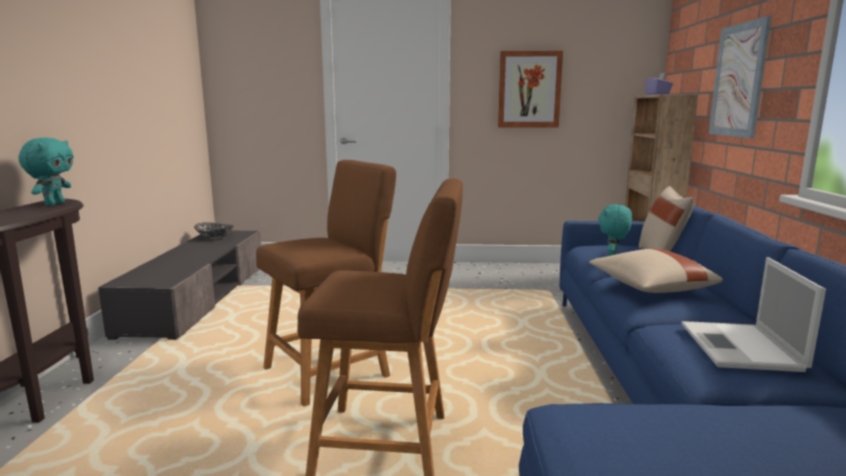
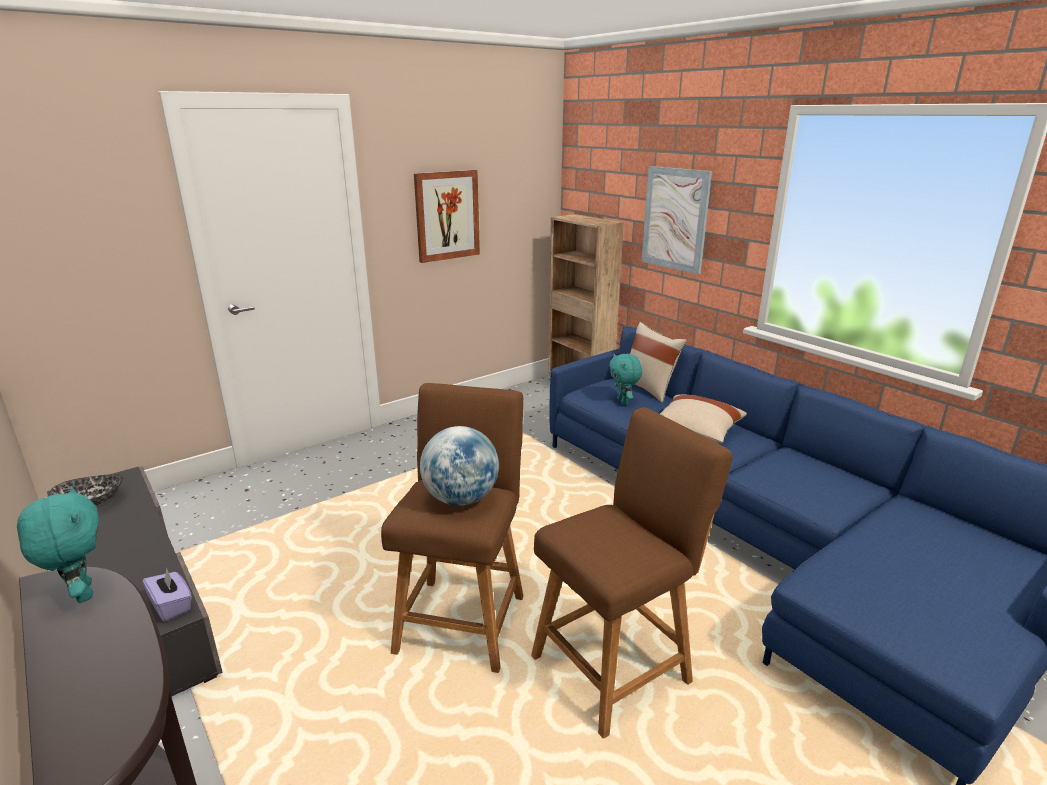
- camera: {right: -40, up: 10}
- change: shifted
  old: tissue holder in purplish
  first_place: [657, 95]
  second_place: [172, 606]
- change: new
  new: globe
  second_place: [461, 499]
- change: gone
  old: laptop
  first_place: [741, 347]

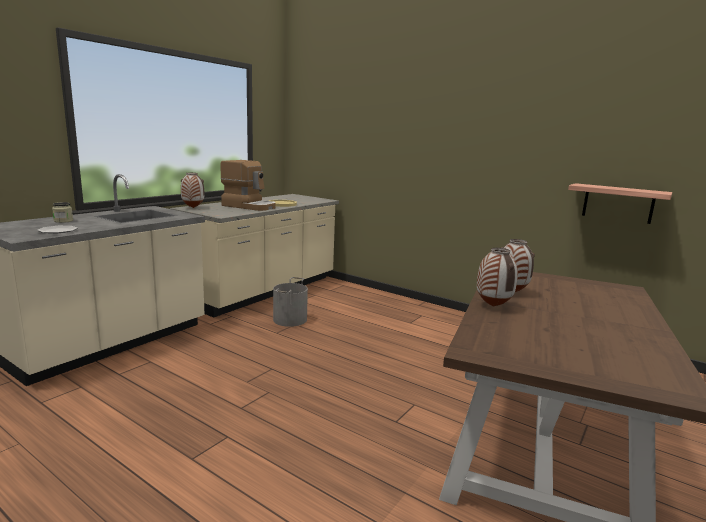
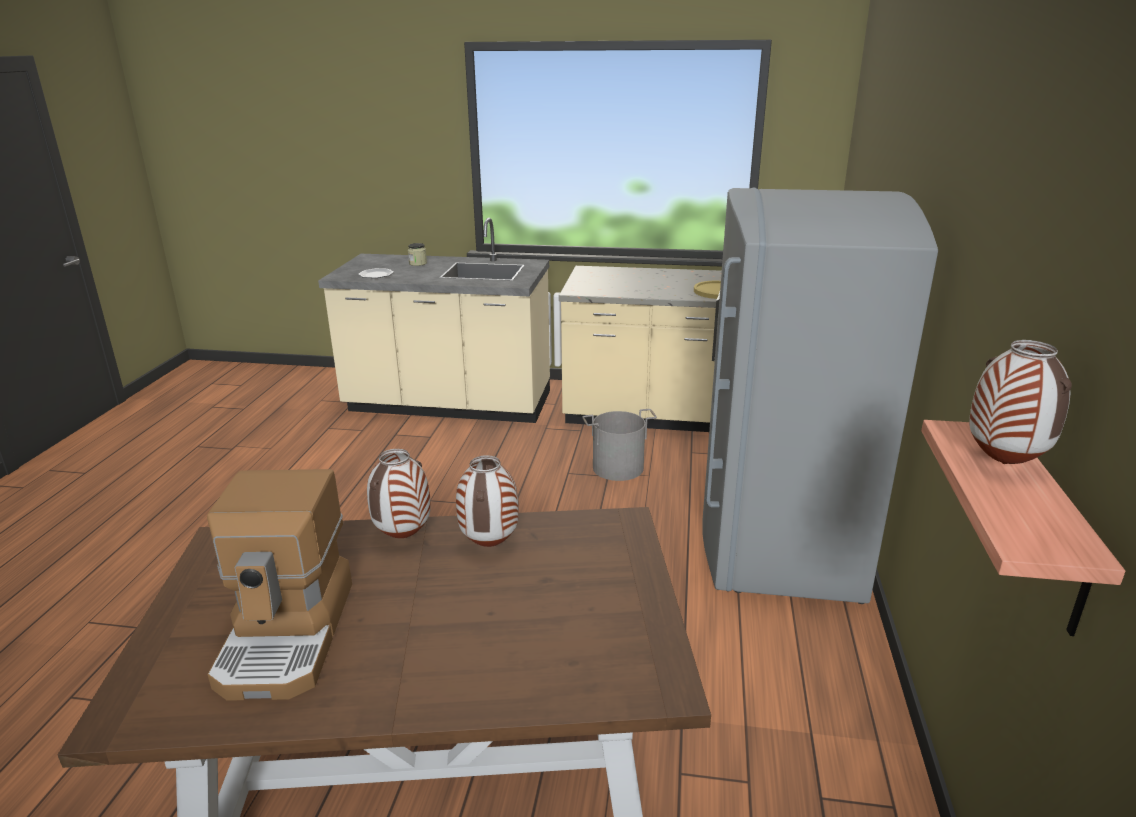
- camera: {right: 65, up: 10}
- change: shifted
  old: coffee maker
  first_place: [249, 206]
  second_place: [289, 635]
- change: new
  new: kitchen fridge in greyish
  second_place: [776, 538]
- change: shifted
  old: vase
  first_place: [193, 208]
  second_place: [1002, 463]

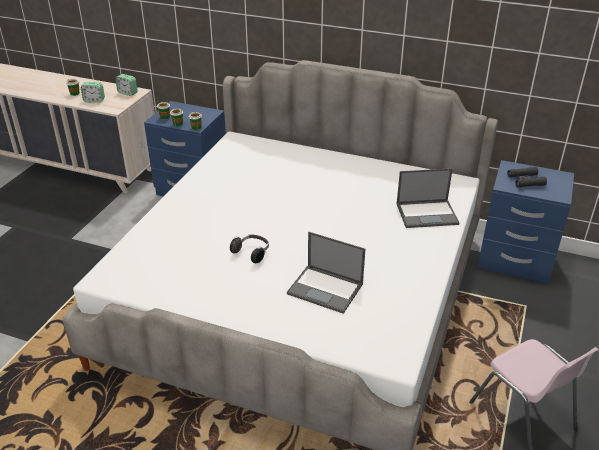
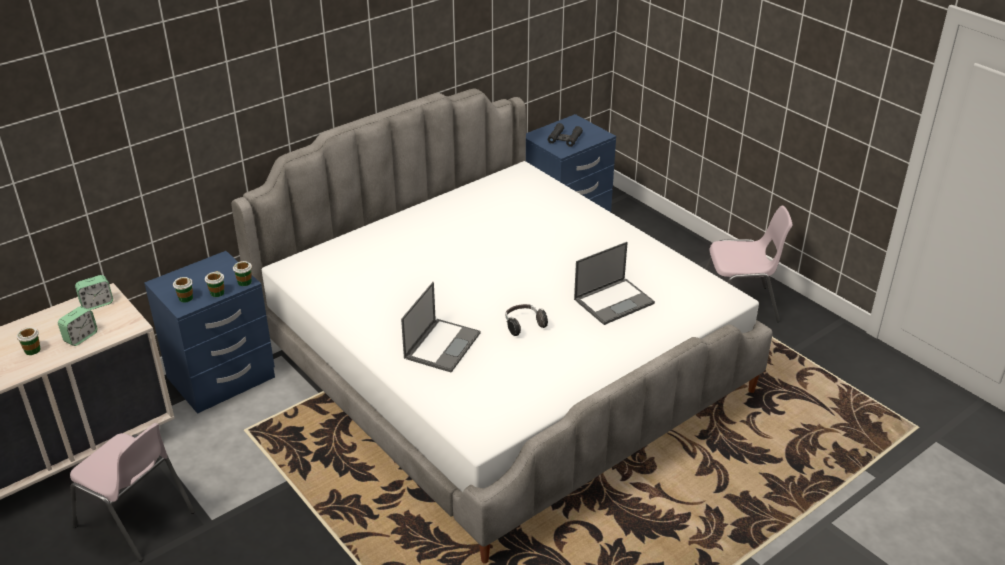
- camera: {right: -60, up: 0}
- change: new
  new: chair in pink
  second_place: [136, 520]
- change: shifted
  old: laptop
  first_place: [427, 214]
  second_place: [442, 345]

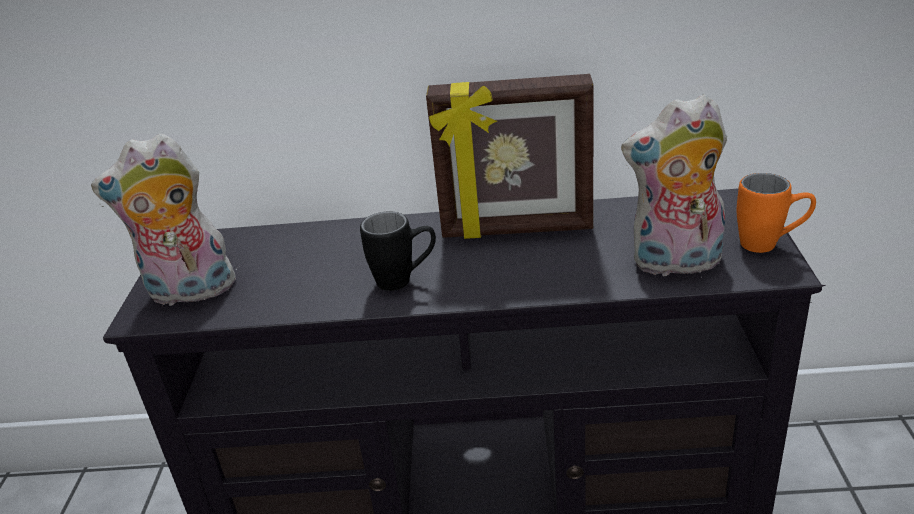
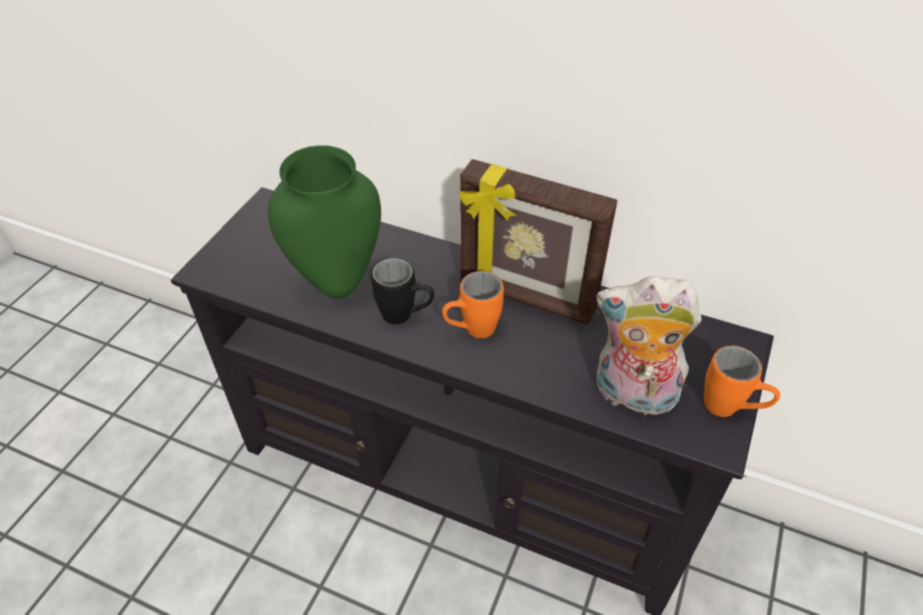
- camera: {right: 20, up: 15}
- change: new
  new: vase in green
  second_place: [337, 283]
- change: new
  new: coffee mug in orange-coloured
  second_place: [471, 331]
- change: gone
  old: soft toy
  first_place: [189, 293]

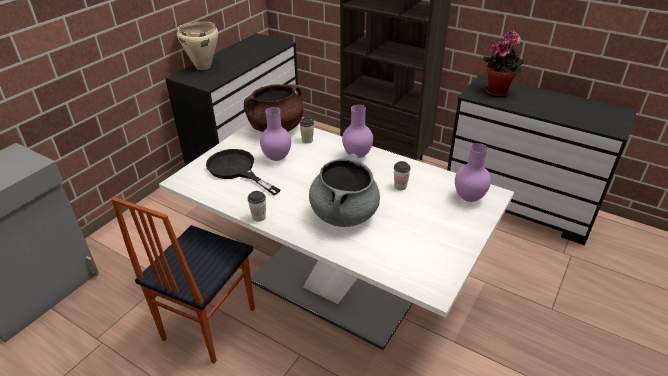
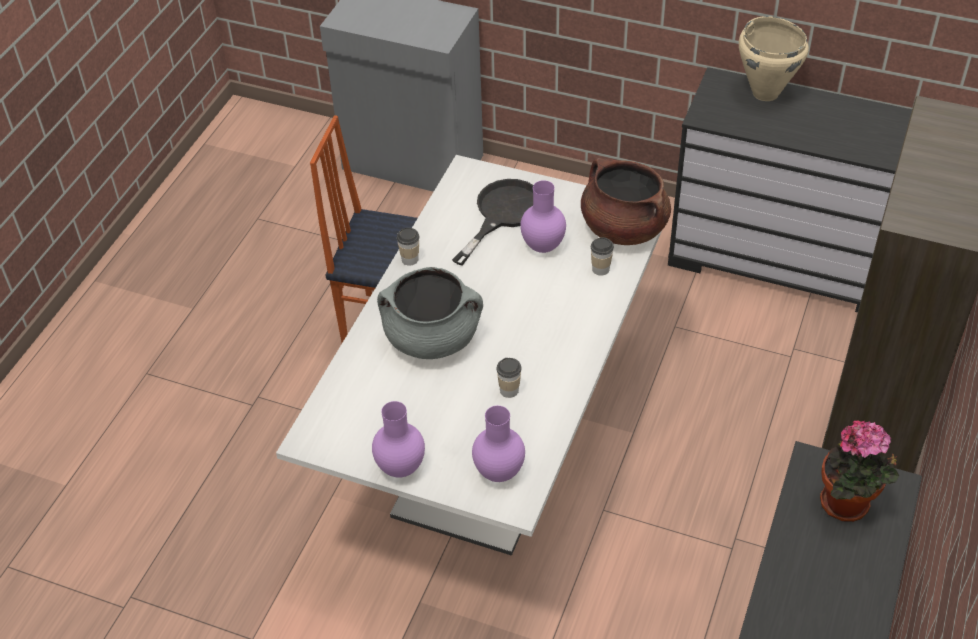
- camera: {right: 80, up: 10}
- change: shifted
  old: vase in purplish
  first_place: [357, 155]
  second_place: [402, 467]

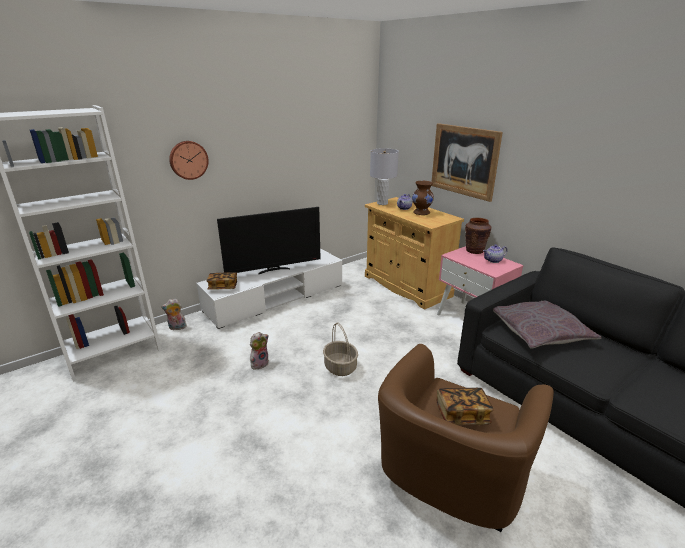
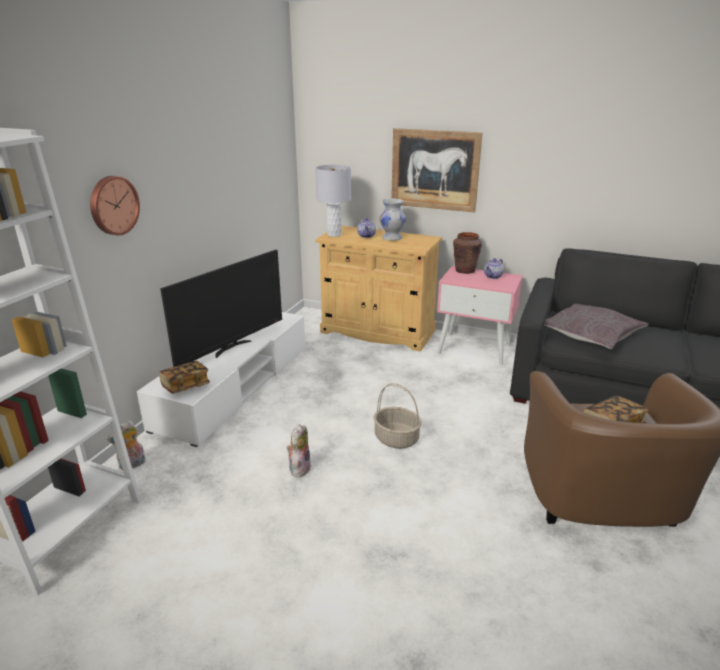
- camera: {right: -30, up: 0}
- change: repainted
  old: vase in brownish
  new: vase in whitish
  first_place: [421, 213]
  second_place: [392, 238]

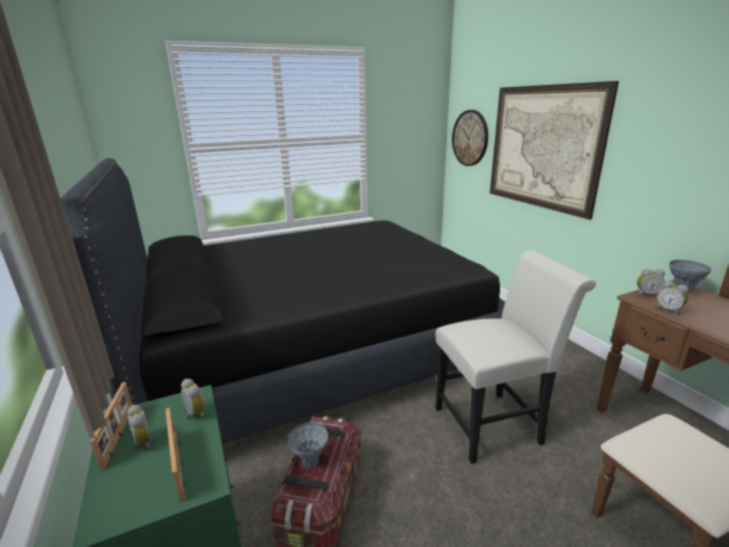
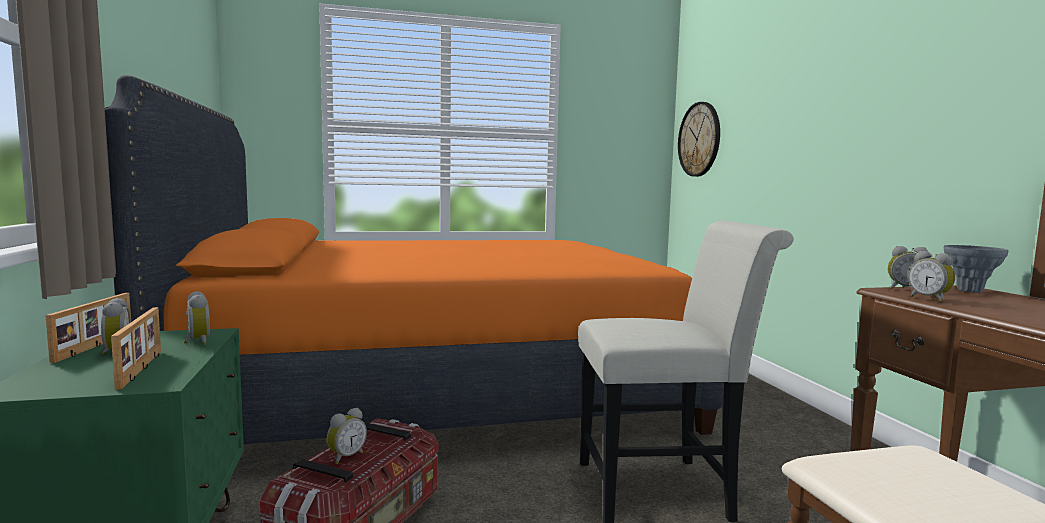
- camera: {right: 10, up: -15}
- change: repainted
  old: bed in black
  new: bed in orange-coloured
  first_place: [313, 350]
  second_place: [435, 389]
- change: swapped
  old: vase in greyish
  new: bedside clock
  first_place: [310, 462]
  second_place: [345, 457]
- change: gone
  old: picture
  first_place: [543, 147]

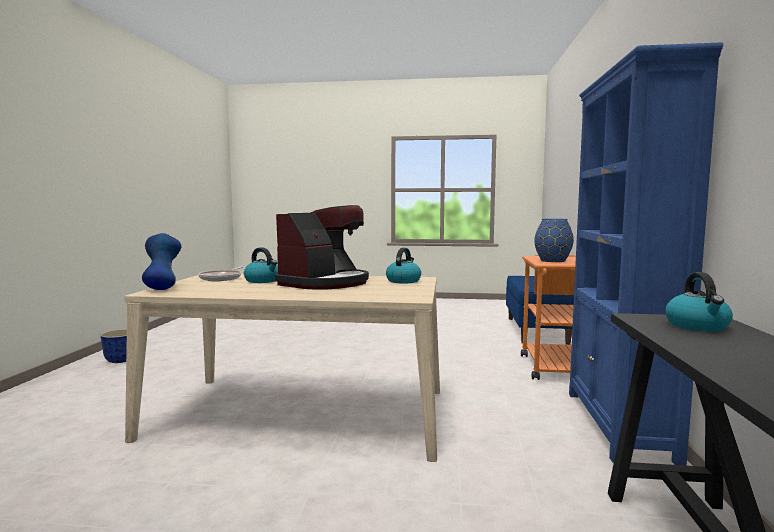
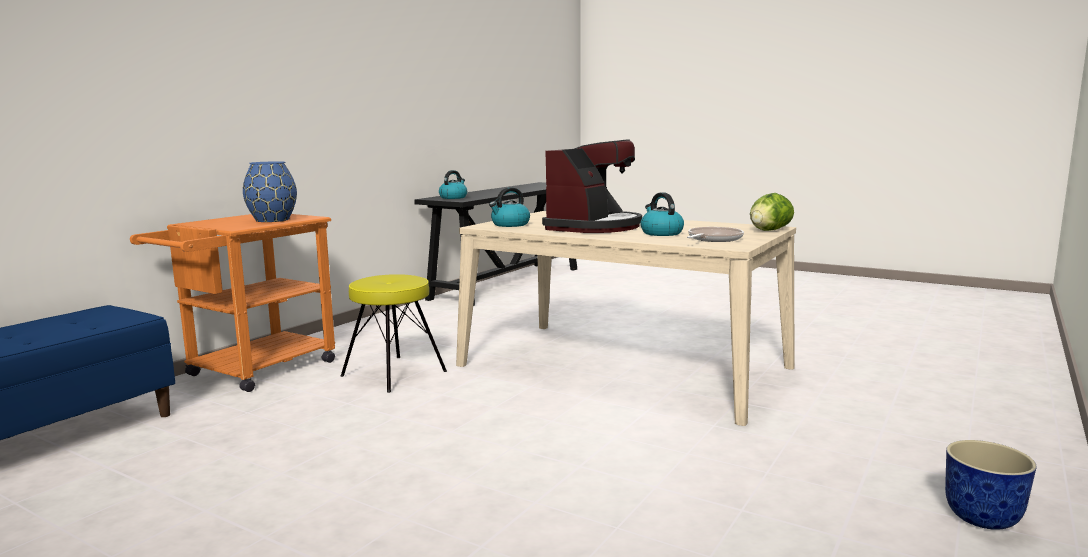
- camera: {right: -155, up: 5}
- change: new
  new: sitting stool in yellow
  second_place: [394, 373]
- change: rotated
  old: coffee maker
  first_place: [325, 283]
  second_place: [594, 227]
  degrees: 150
- change: swapped
  old: vase in blue
  new: lettuce head
  first_place: [162, 289]
  second_place: [769, 230]
- change: gone
  old: bookshelf in blue
  first_place: [618, 425]

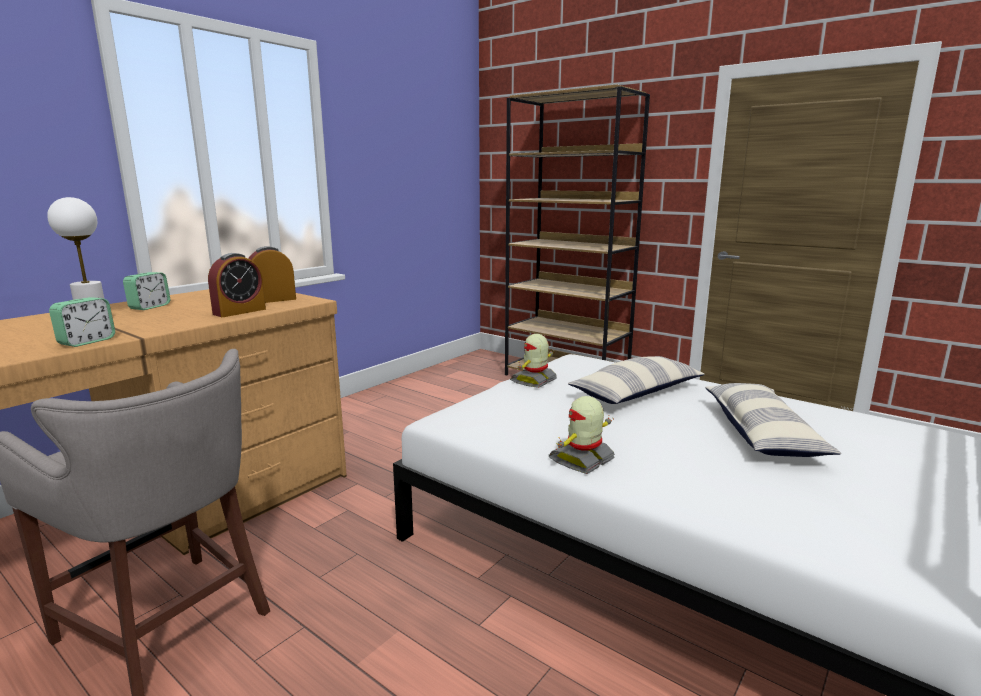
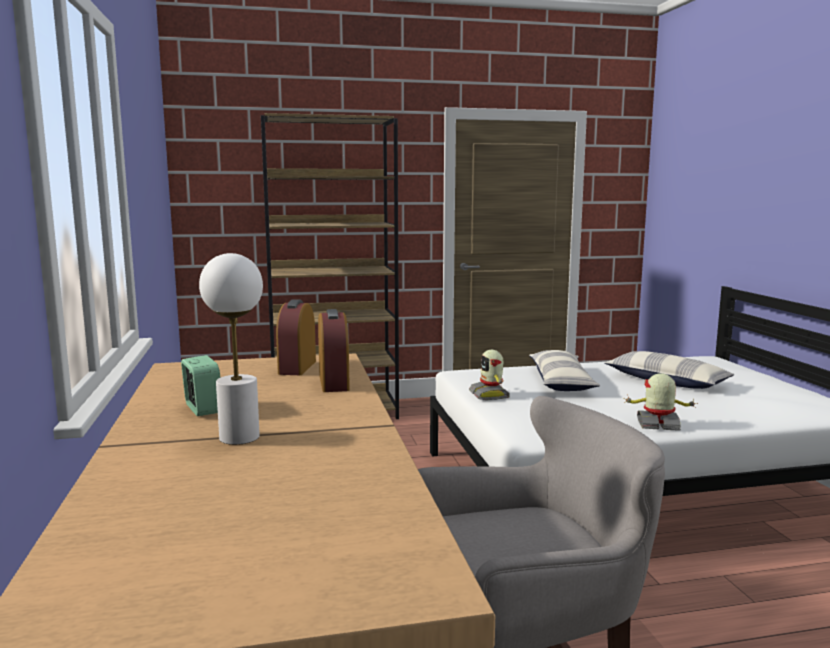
- camera: {right: -50, up: -5}
- change: rotated
  old: robot figure
  first_place: [582, 460]
  second_place: [658, 425]
  degrees: 105
- change: gone
  old: bedside clock
  first_place: [87, 342]

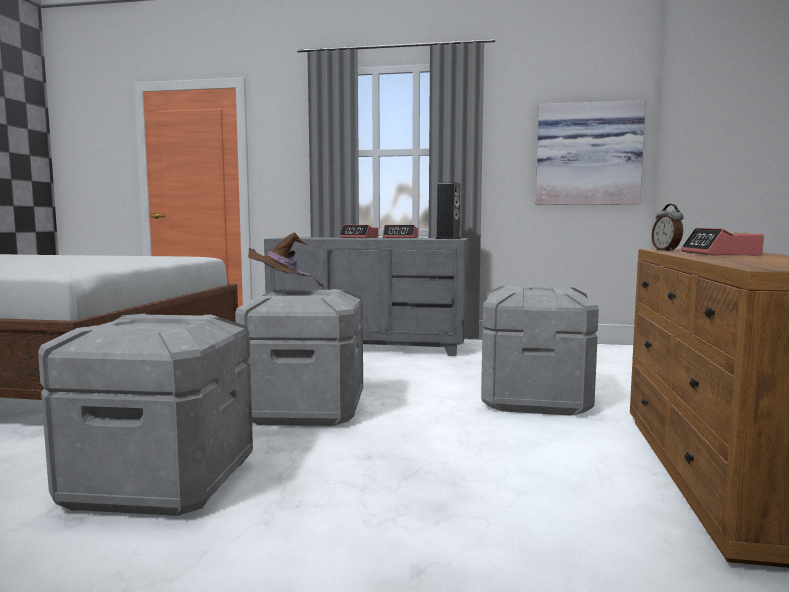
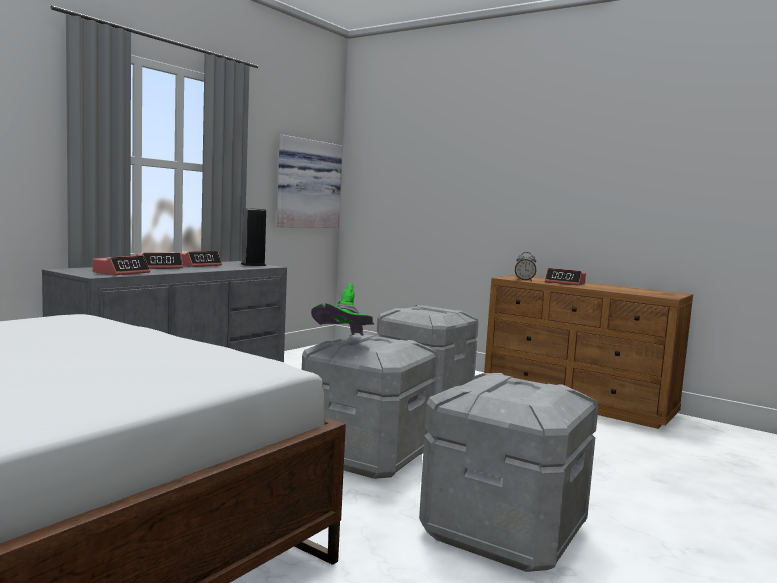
- camera: {right: -65, up: 0}
- change: new
  new: bedside clock
  second_place: [121, 273]
- change: repainted
  old: wearable hat in brownish
  new: wearable hat in green
  first_place: [282, 290]
  second_place: [344, 342]

